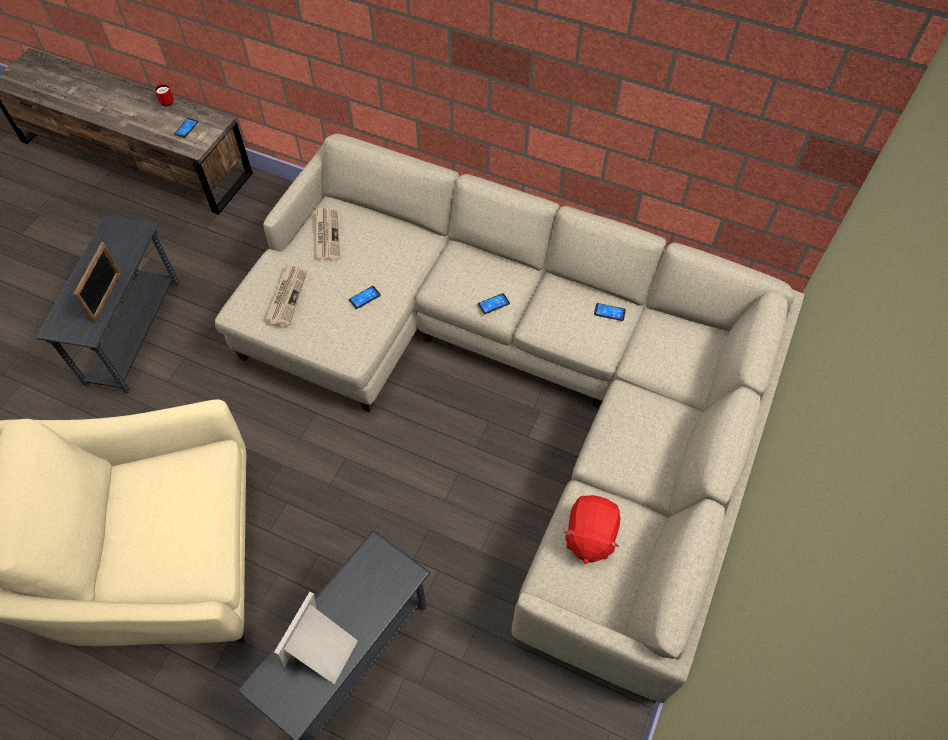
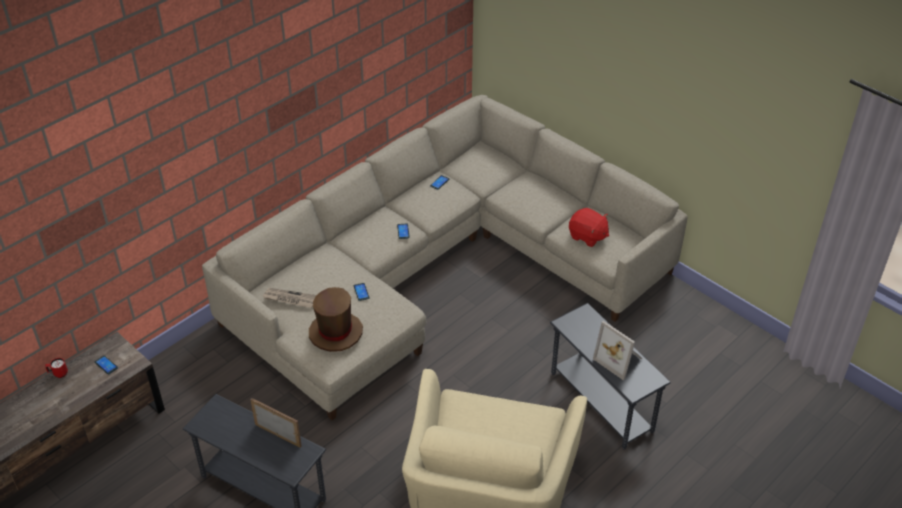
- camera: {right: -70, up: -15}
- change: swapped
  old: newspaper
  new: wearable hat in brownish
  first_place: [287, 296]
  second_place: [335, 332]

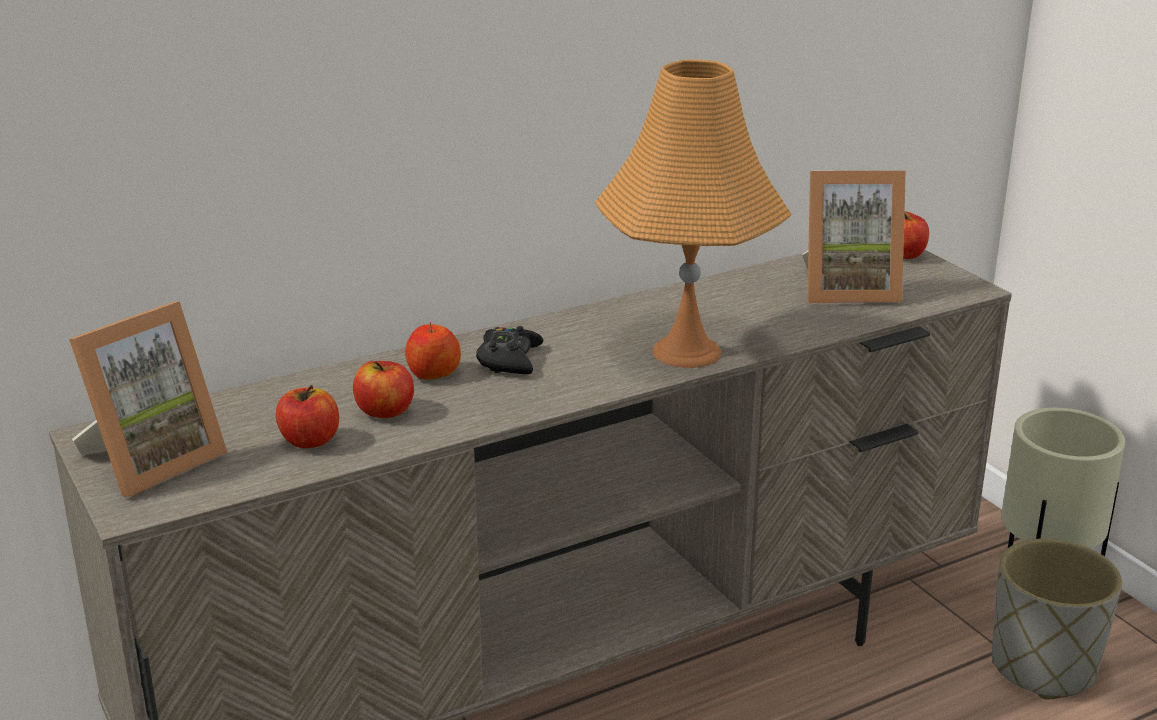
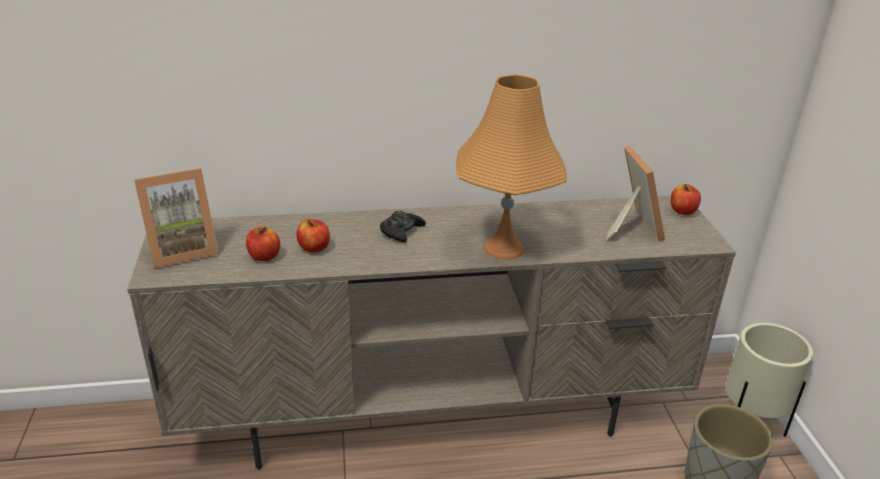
- camera: {right: 20, up: 5}
- change: rotated
  old: photo frame
  first_place: [848, 289]
  second_place: [630, 227]
  degrees: -120
- change: gone
  old: whole apple
  first_place: [433, 373]

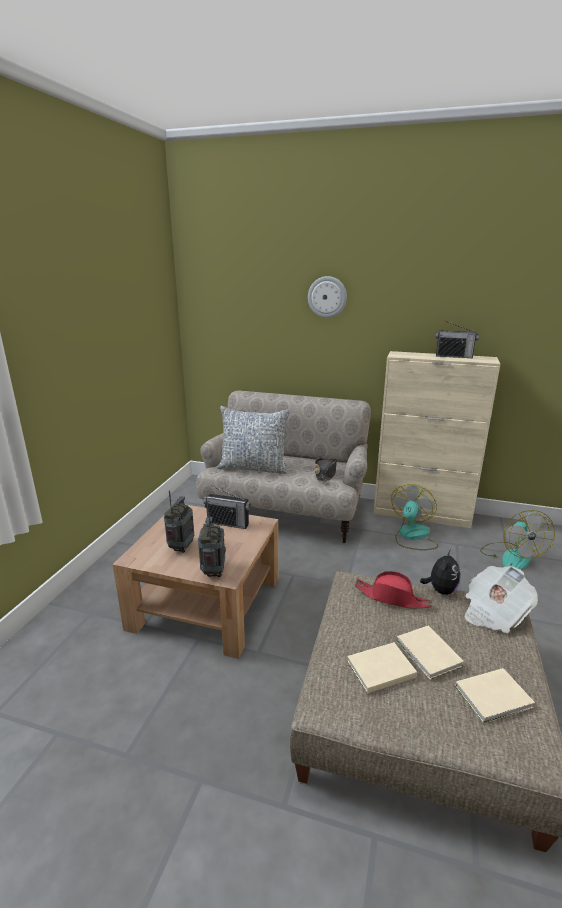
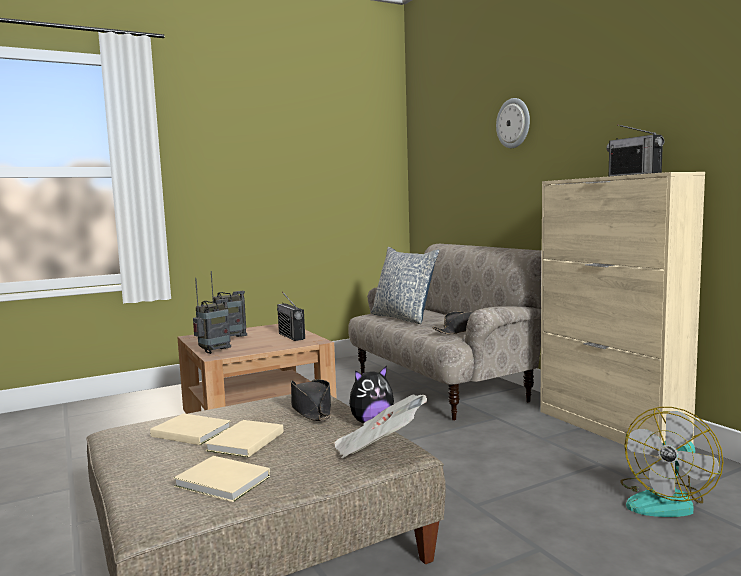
- camera: {right: 45, up: -15}
- change: repainted
  old: wearable hat in red-coloured
  new: wearable hat in black
  first_place: [392, 597]
  second_place: [311, 409]
- change: gone
  old: cooling fan
  first_place: [412, 536]

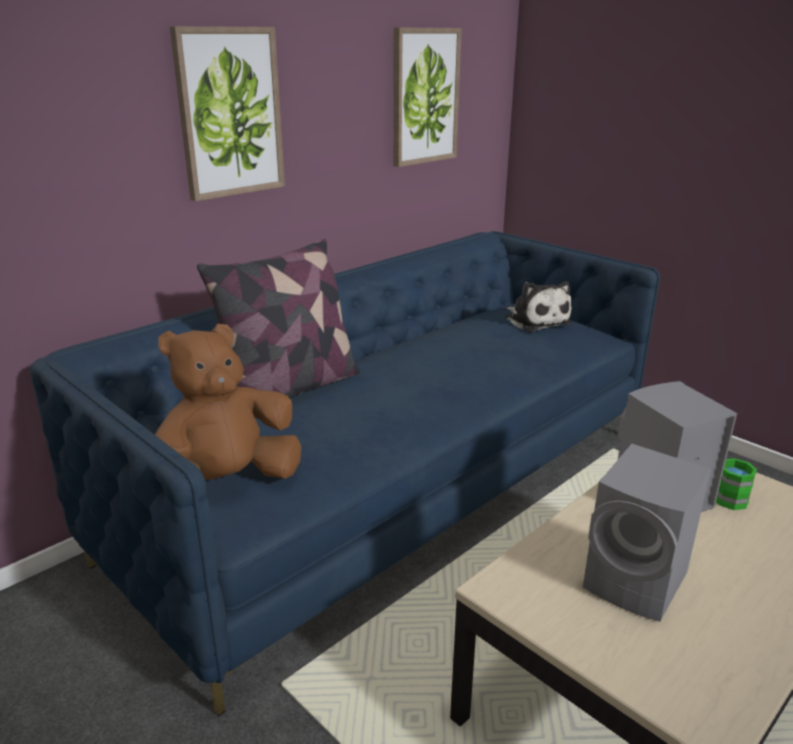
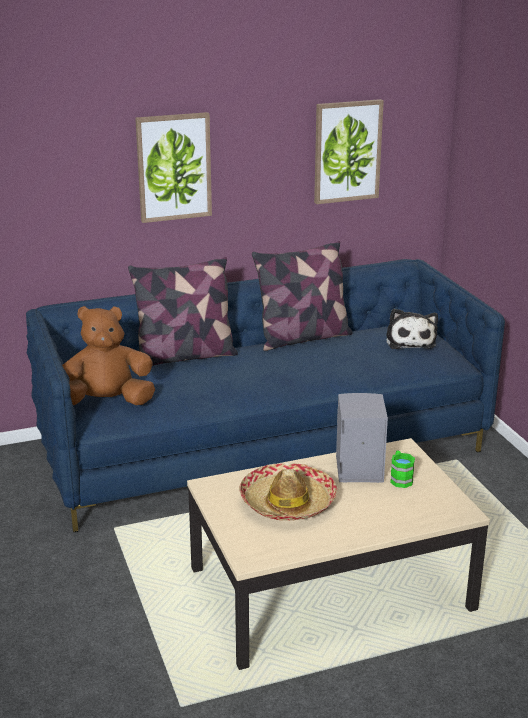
- camera: {right: 25, up: 0}
- change: swapped
  old: speaker in greyish
  new: wearable hat
  first_place: [638, 583]
  second_place: [287, 502]
- change: new
  new: pillow
  second_place: [303, 338]

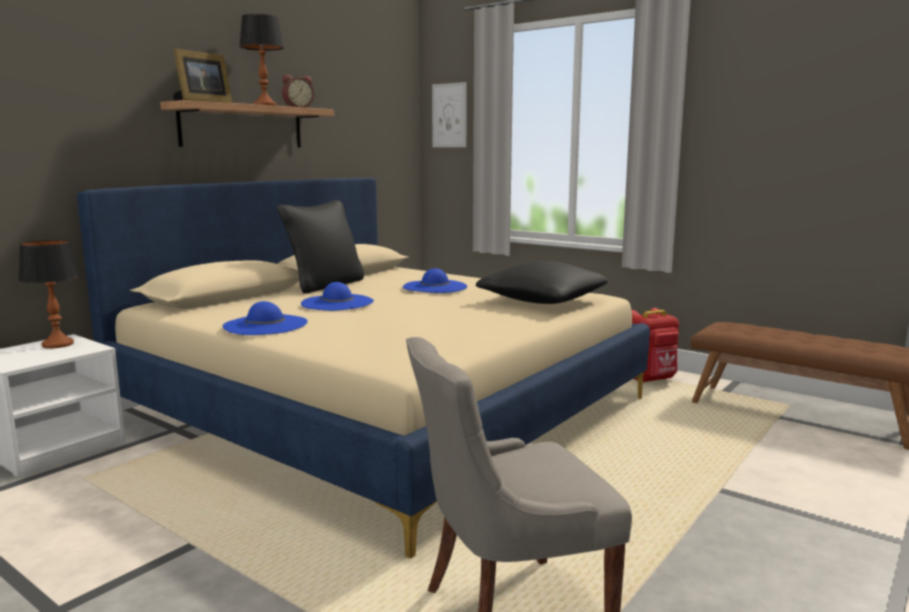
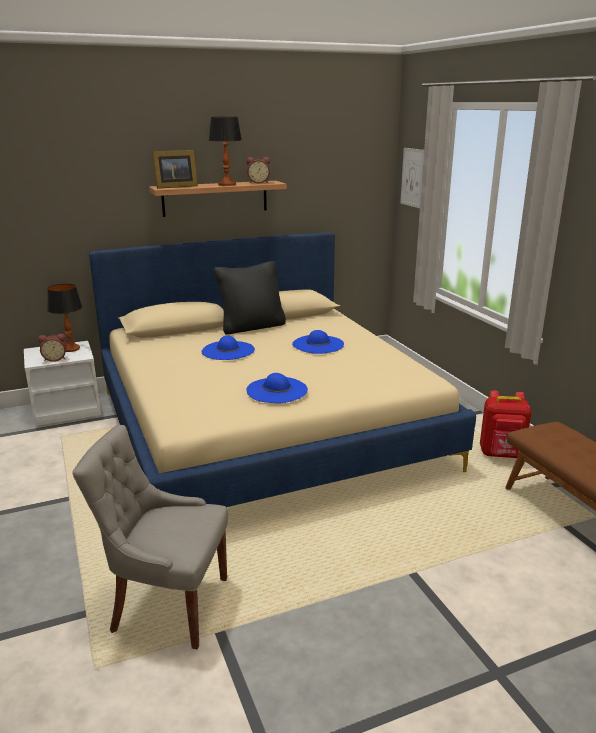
- camera: {right: 30, up: 10}
- change: new
  new: bedside clock
  second_place: [55, 359]
- change: shifted
  old: wearable hat in blue
  first_place: [265, 325]
  second_place: [277, 390]
- change: gone
  old: pillow in black
  first_place: [542, 300]

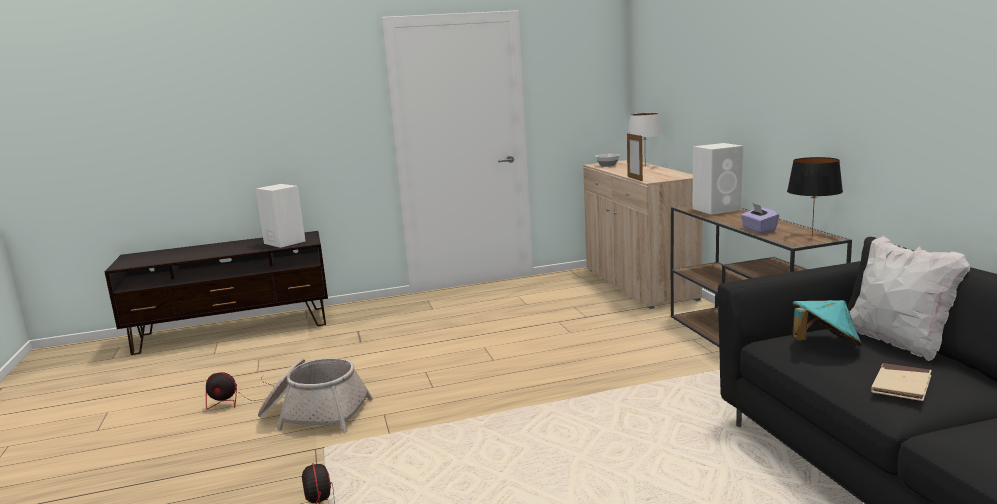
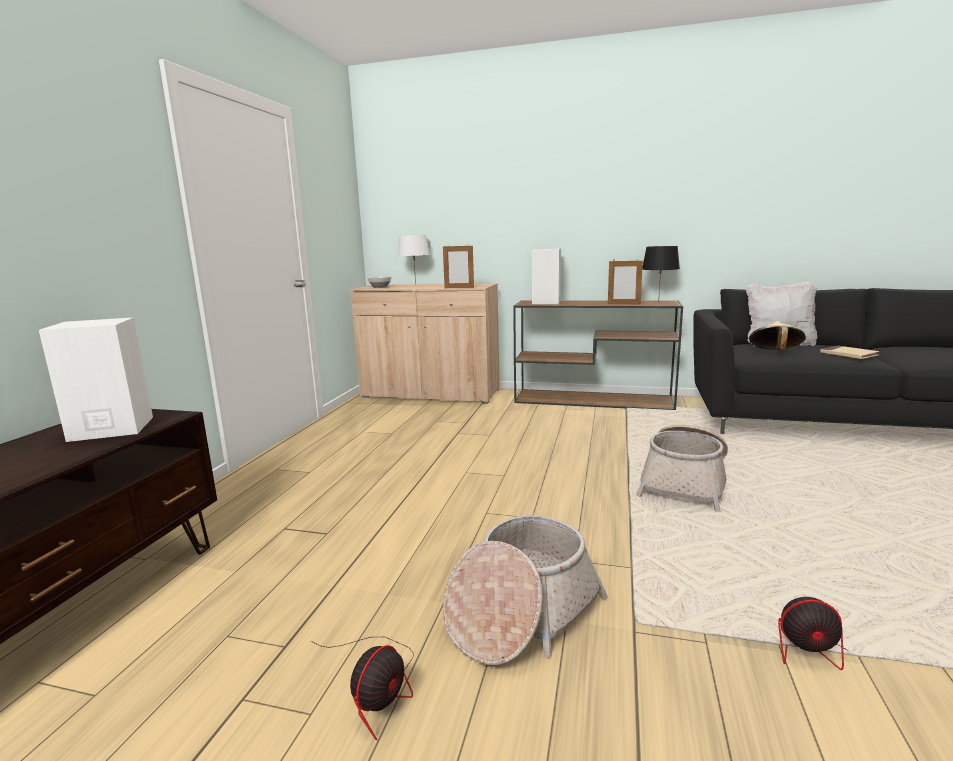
- camera: {right: -60, up: 0}
- change: swapped
  old: tissue holder in purplish
  new: photo frame
  first_place: [758, 230]
  second_place: [624, 304]
- change: new
  new: household basket
  second_place: [684, 483]
- change: repainted
  old: wearable hat in turquoise
  new: wearable hat in beige-coloured
  first_place: [824, 345]
  second_place: [774, 353]

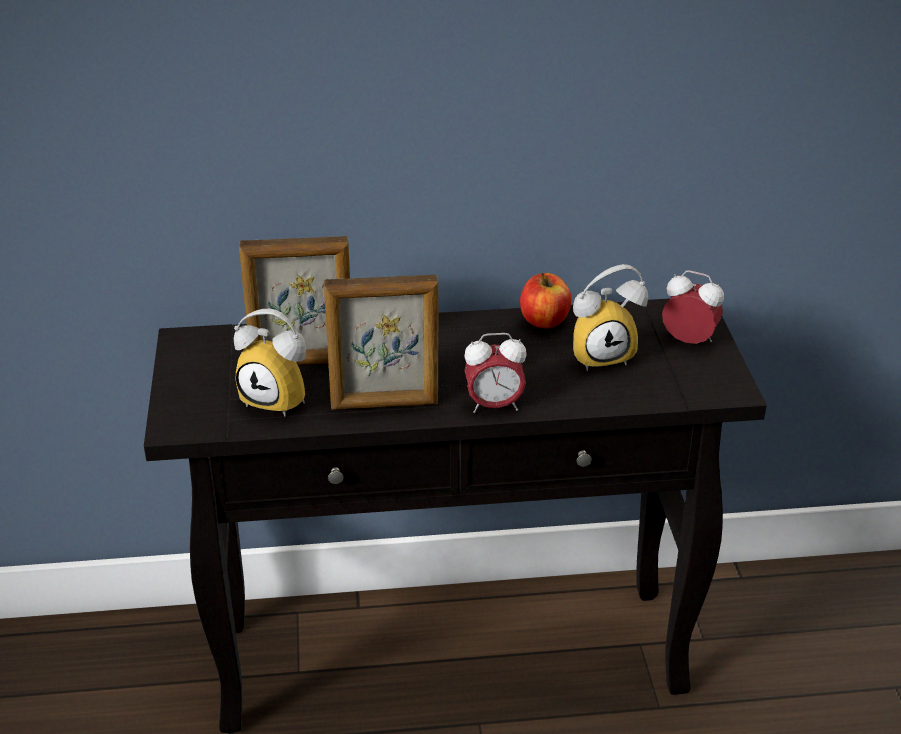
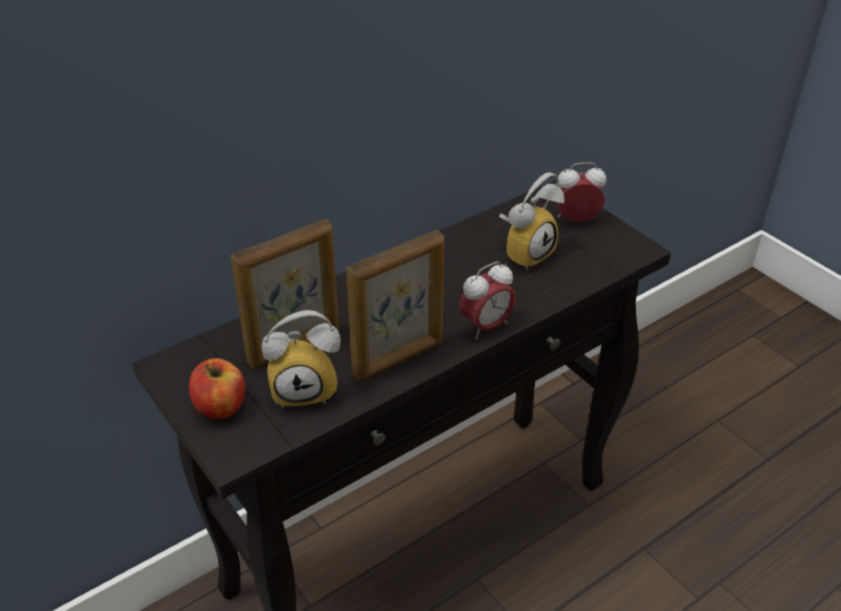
- camera: {right: -30, up: 5}
- change: shifted
  old: whole apple
  first_place: [544, 320]
  second_place: [221, 406]

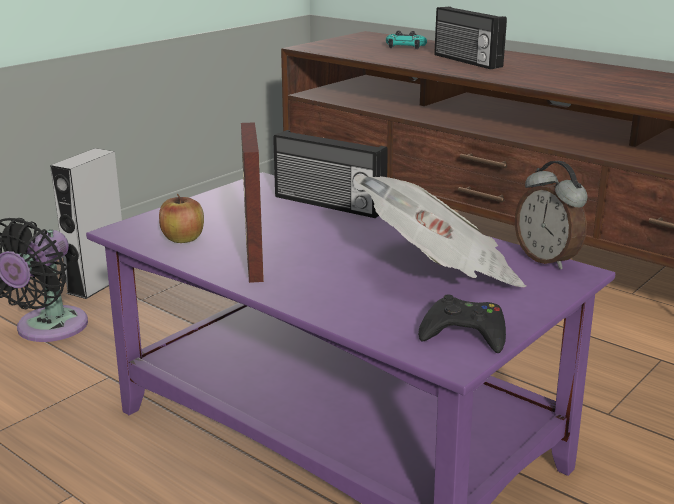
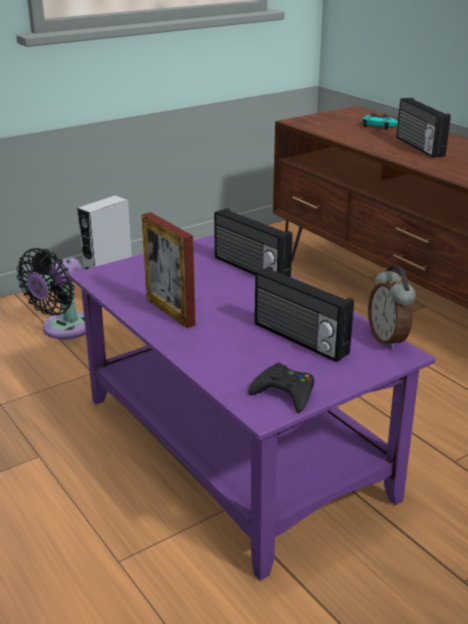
- camera: {right: 15, up: 5}
- change: rotated
  old: photo frame
  first_place: [254, 260]
  second_place: [170, 312]
  degrees: -45
- change: swapped
  old: newspaper
  new: radio
  first_place: [440, 272]
  second_place: [299, 339]
- change: gone
  old: whole apple
  first_place: [183, 239]

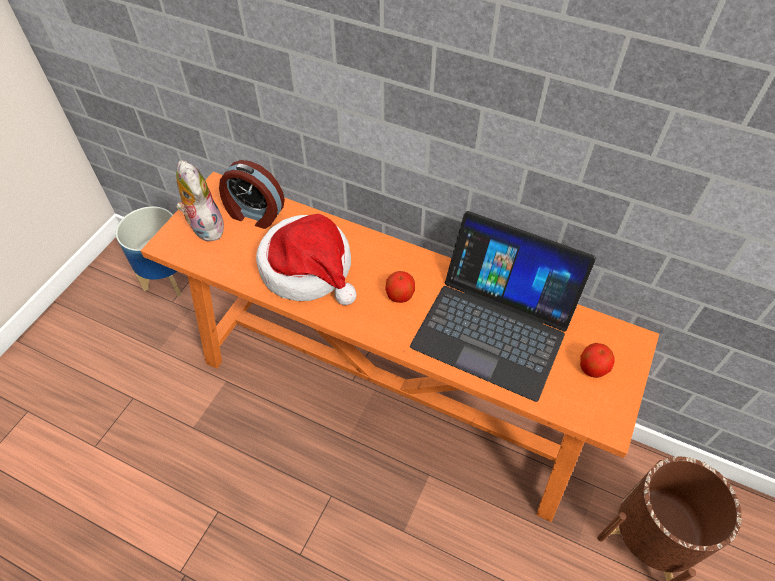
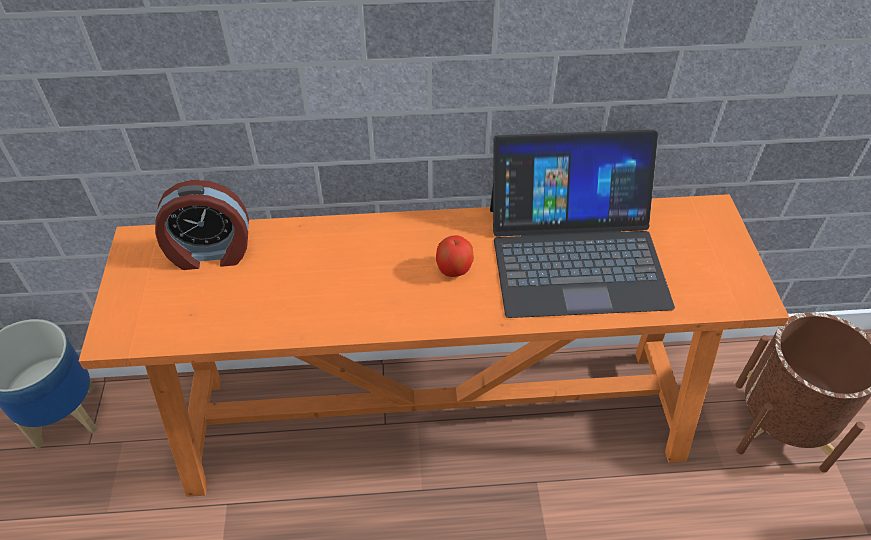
- camera: {right: -30, up: -5}
- change: gone
  old: soft toy
  first_place: [204, 226]
- change: gone
  old: wearable hat
  first_place: [308, 269]
- change: gone
  old: whole apple
  first_place: [592, 368]

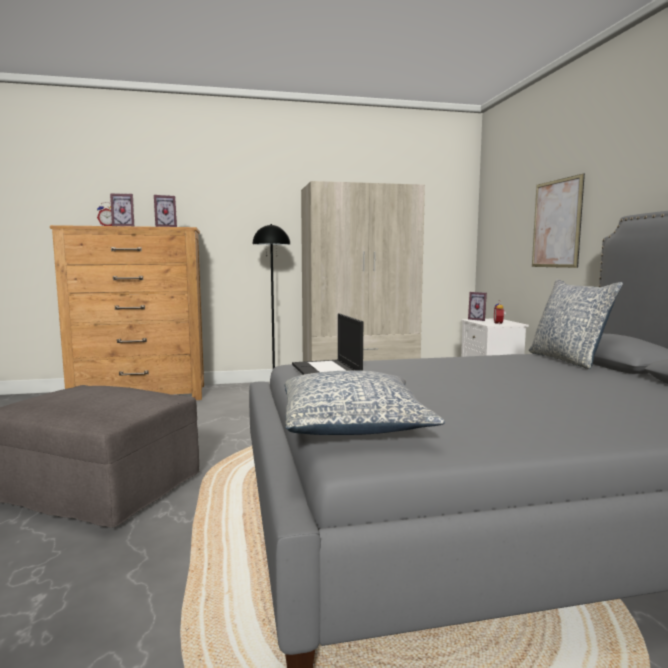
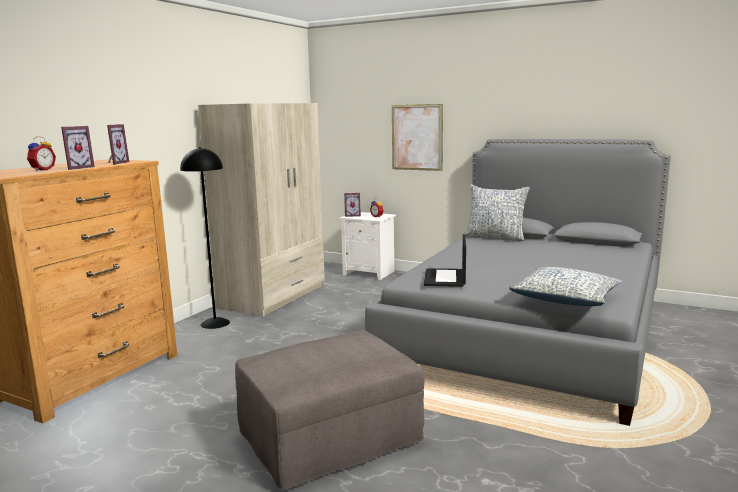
- camera: {right: -50, up: 5}
- change: rotated
  old: laptop
  first_place: [327, 370]
  second_place: [445, 278]
  degrees: 75

